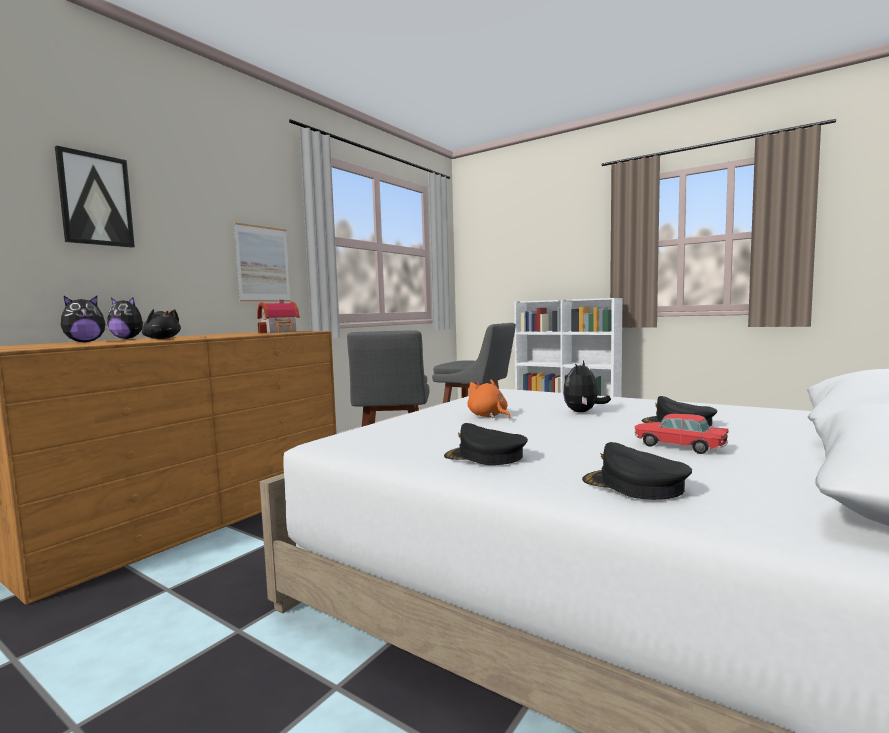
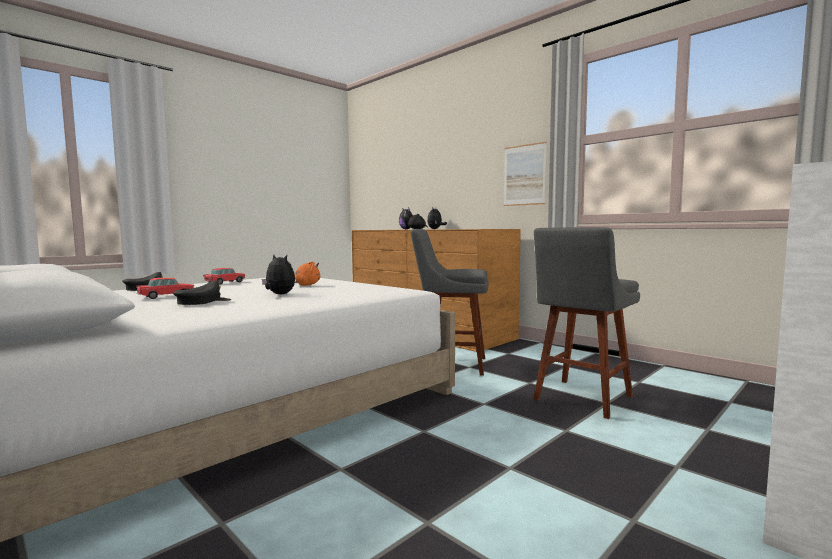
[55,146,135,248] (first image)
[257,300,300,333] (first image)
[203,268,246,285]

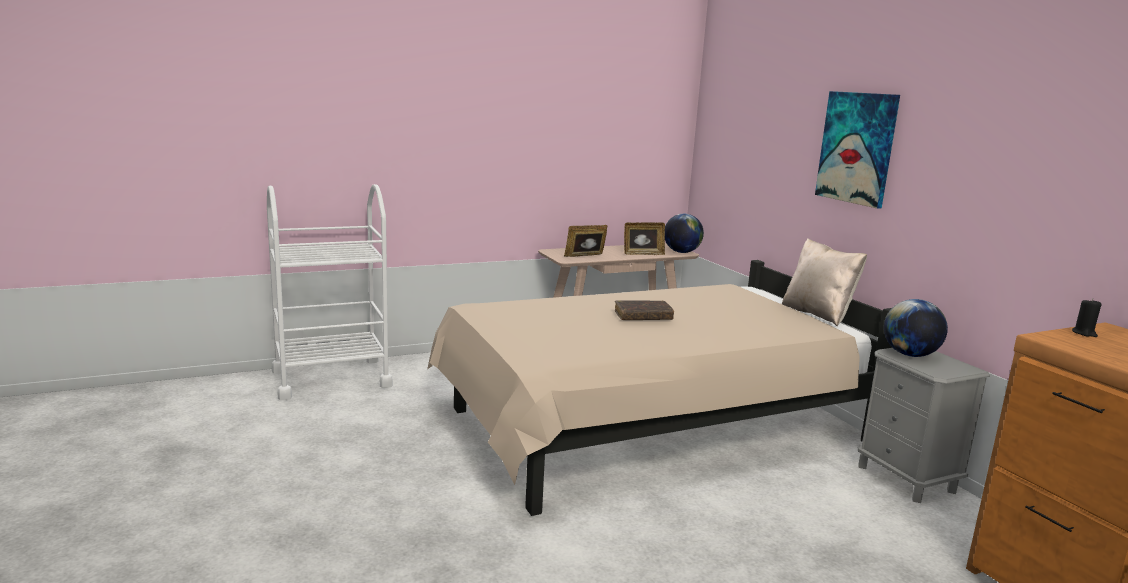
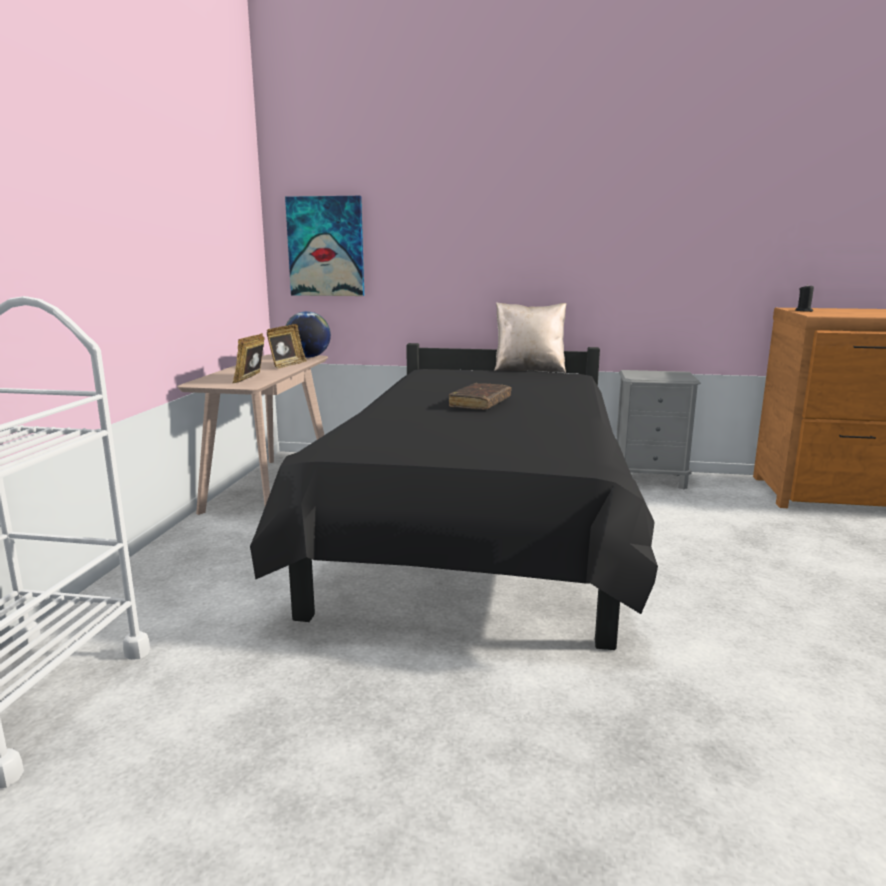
[285,196,364,296]
[250,343,658,650]
[884,299,948,357] (first image)

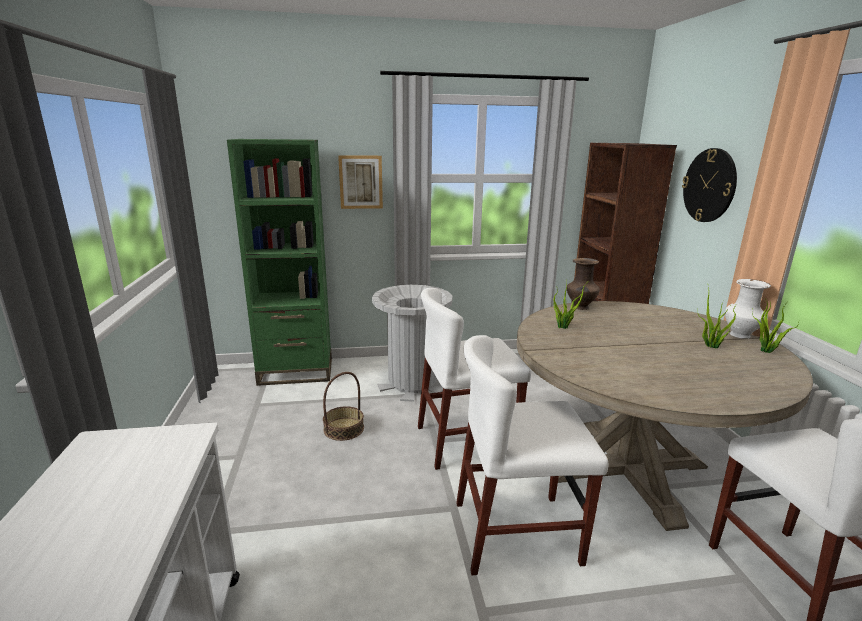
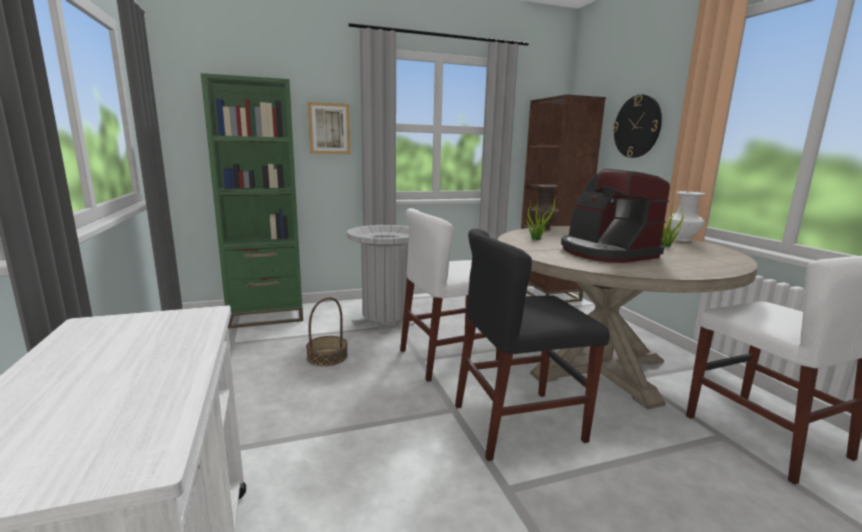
[752,298,799,353] (first image)
[455,229,610,461]
[561,169,670,263]

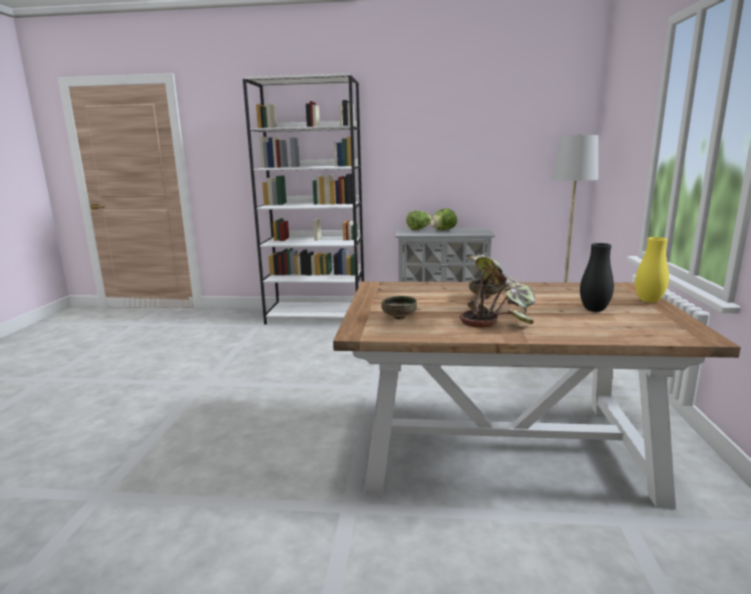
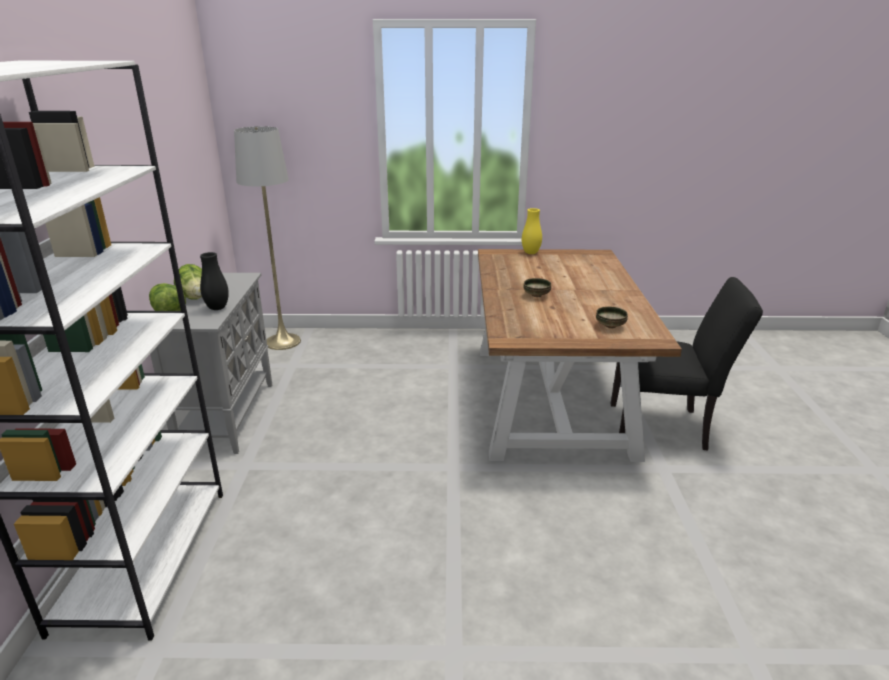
[200,252,229,310]
[459,254,535,328] (first image)
[611,277,763,450]

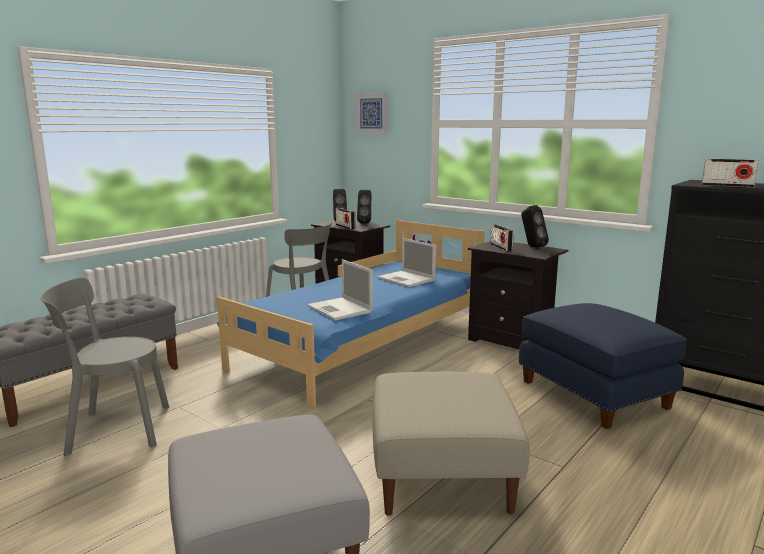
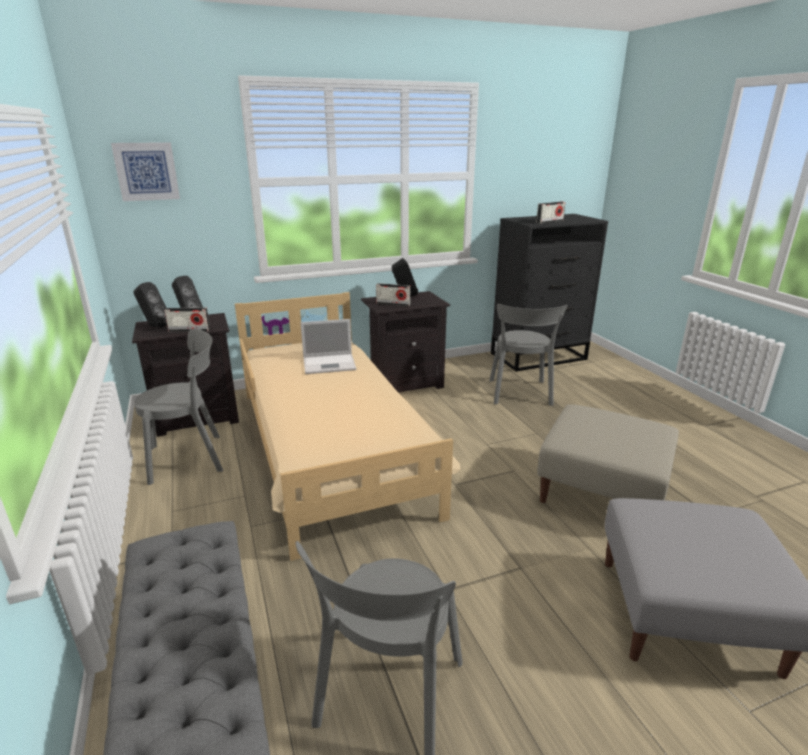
[235,292,461,561]
[307,259,373,320] (first image)
[489,304,568,406]

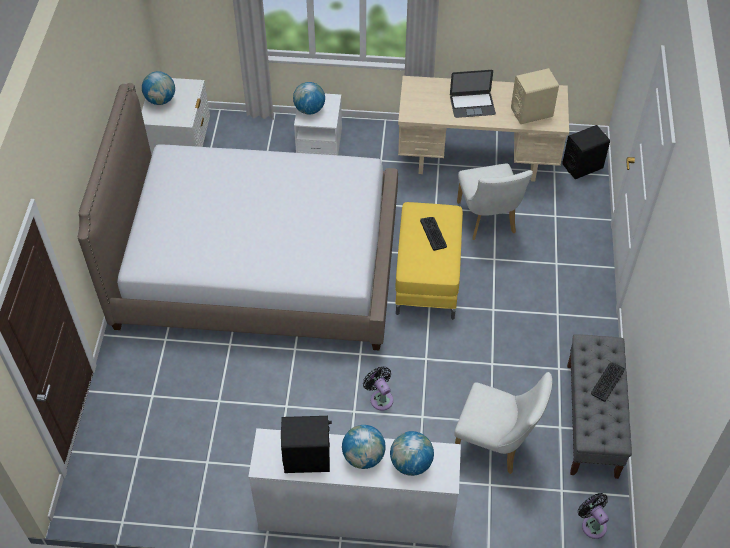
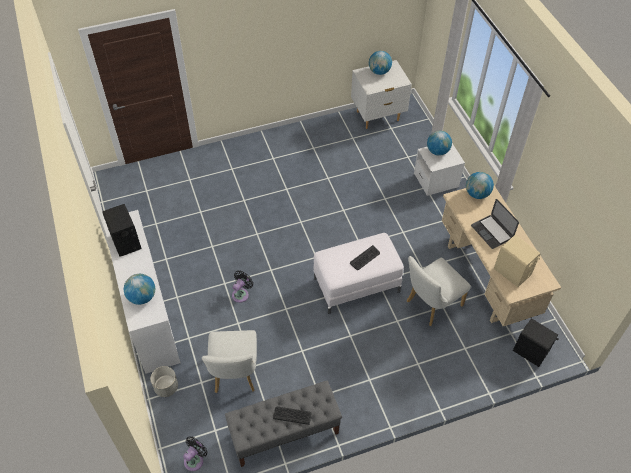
[78,83,398,350] (first image)
[314,233,404,314]
[466,172,494,199]
[151,366,178,397]

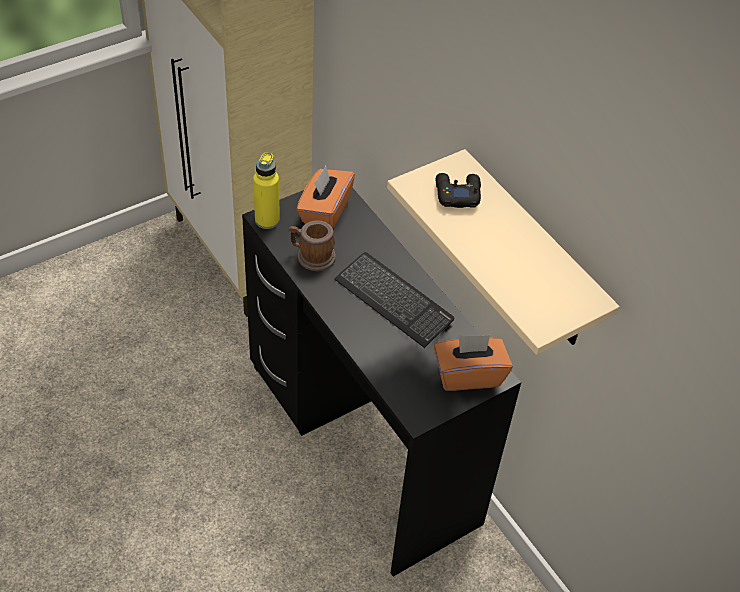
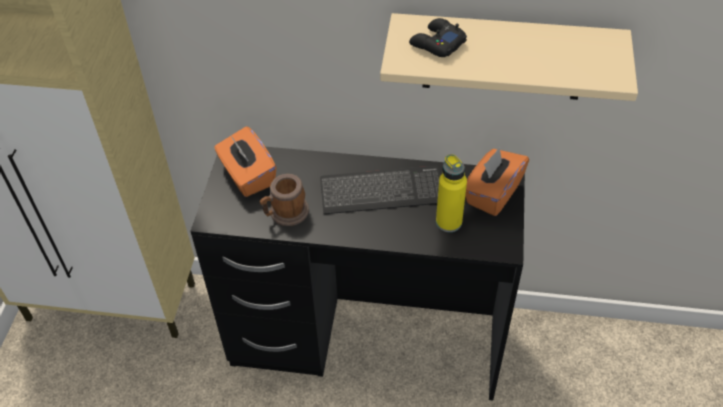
[436,154,467,232]

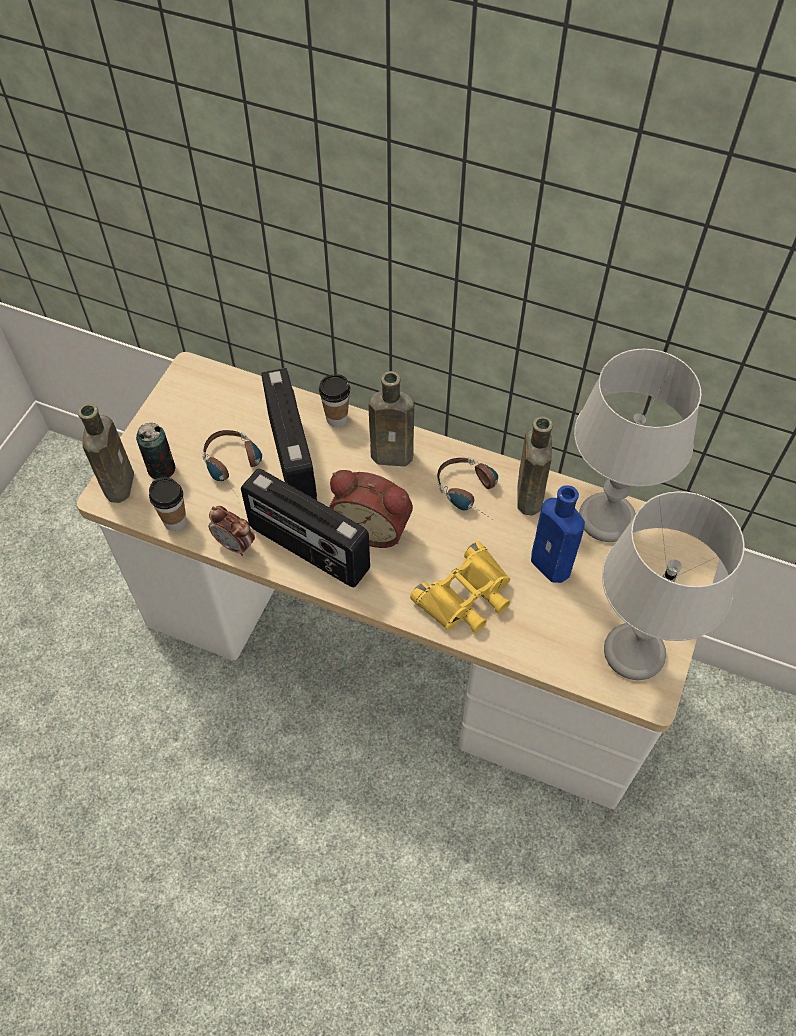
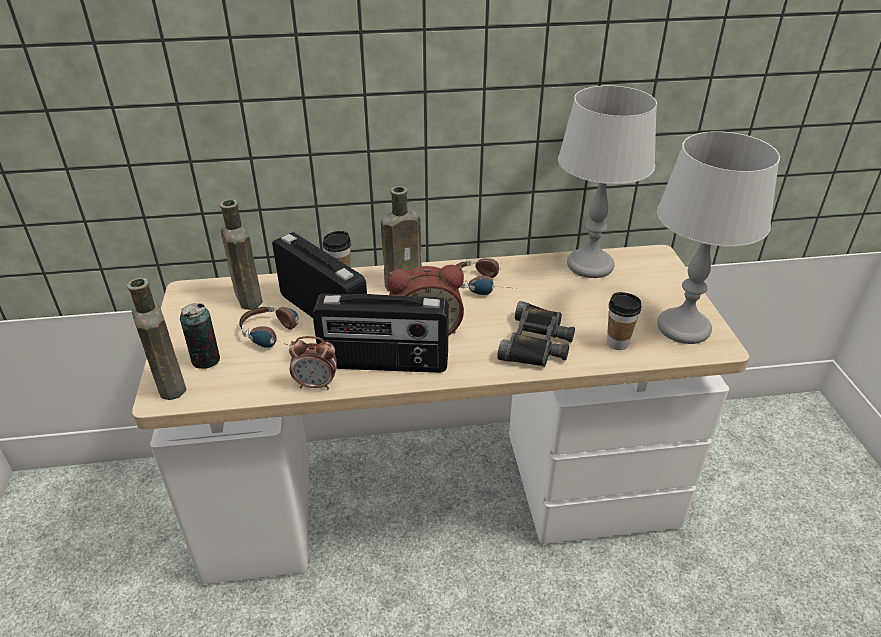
[220,199,263,310]
[607,292,641,350]
[531,485,585,583] (first image)
[497,301,575,367]

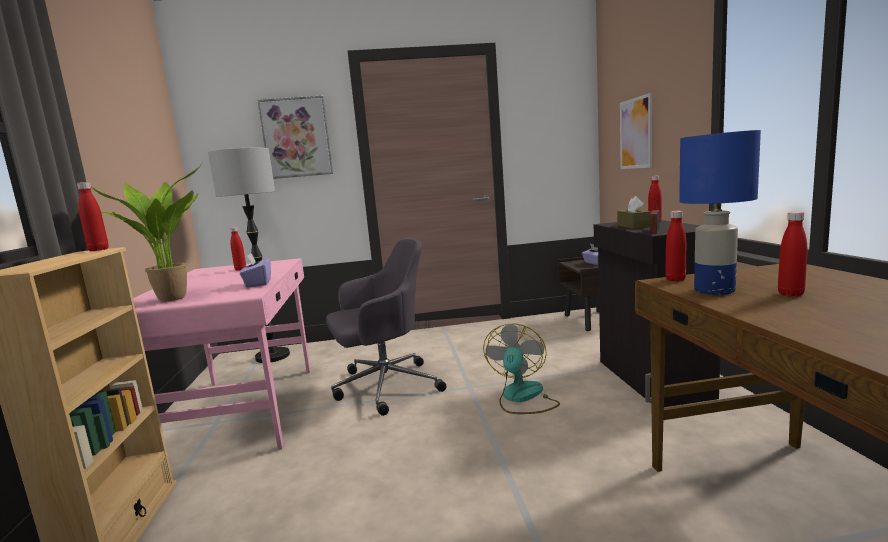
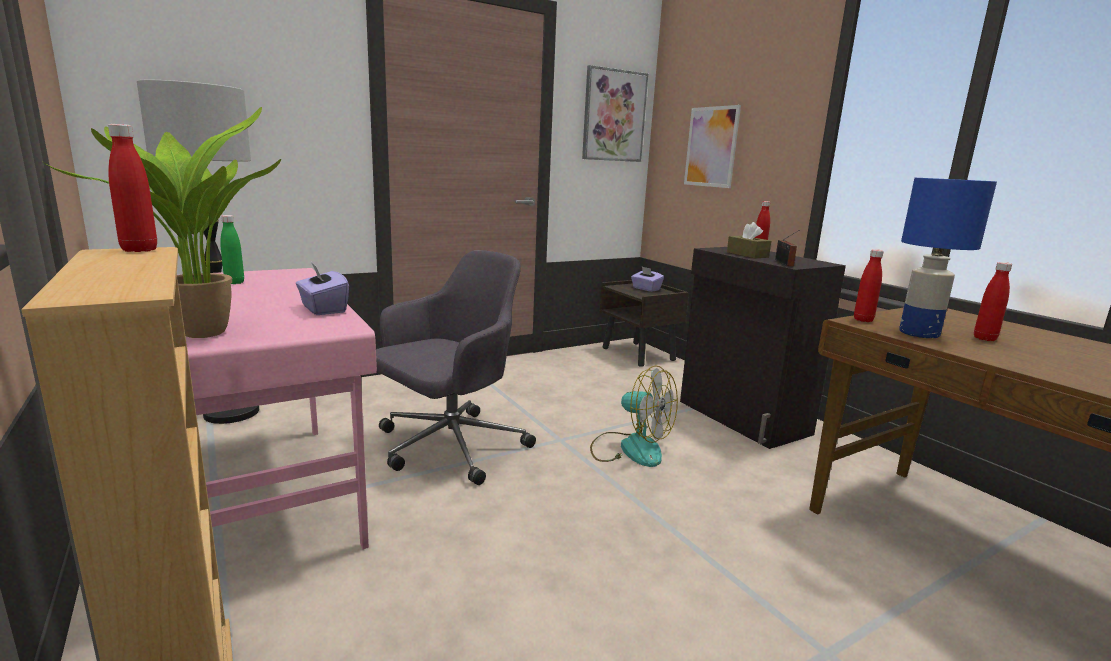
[582,65,648,162]
[220,215,244,284]
[590,365,678,467]

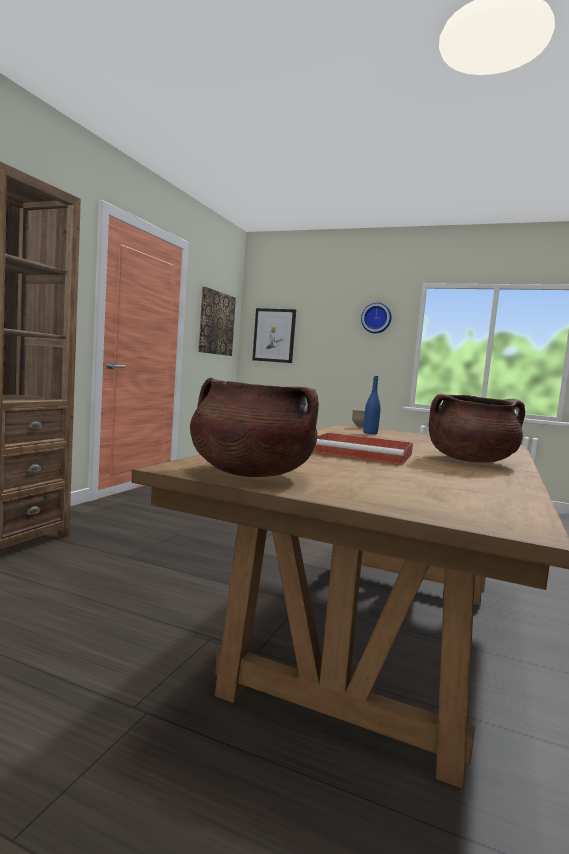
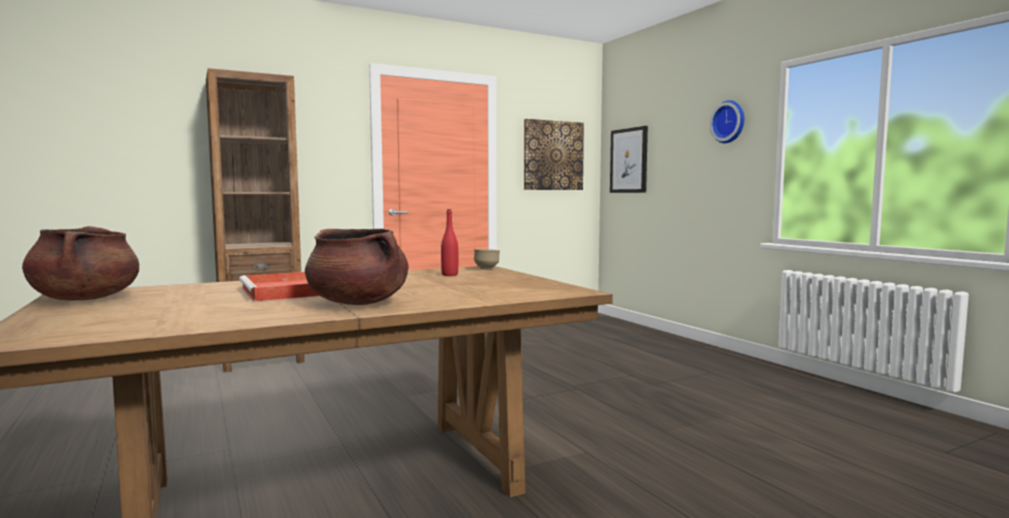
[441,209,458,276]

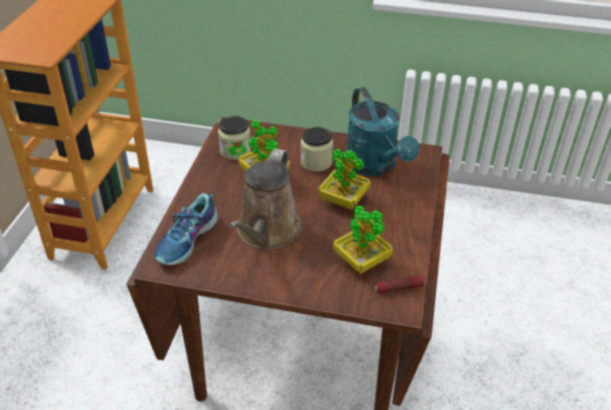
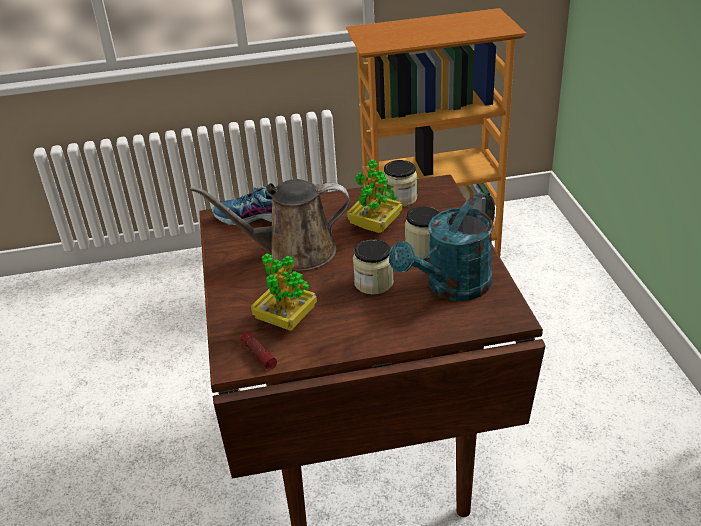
[353,239,394,295]

